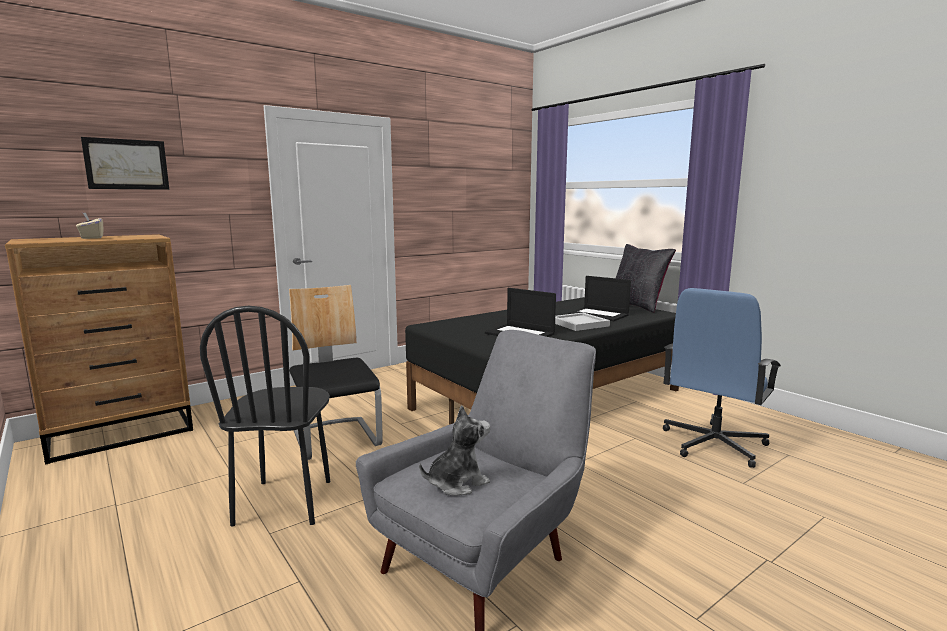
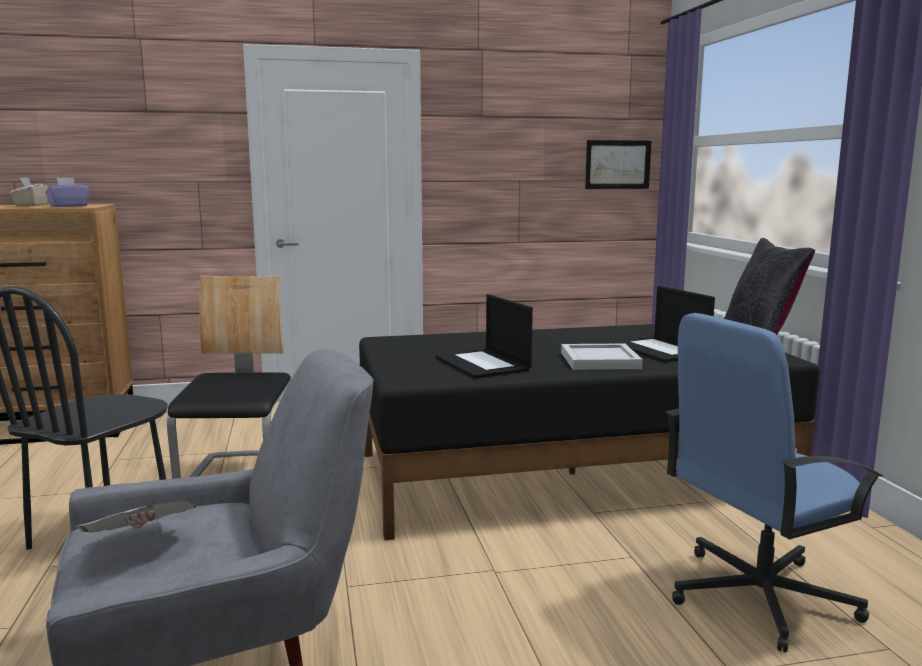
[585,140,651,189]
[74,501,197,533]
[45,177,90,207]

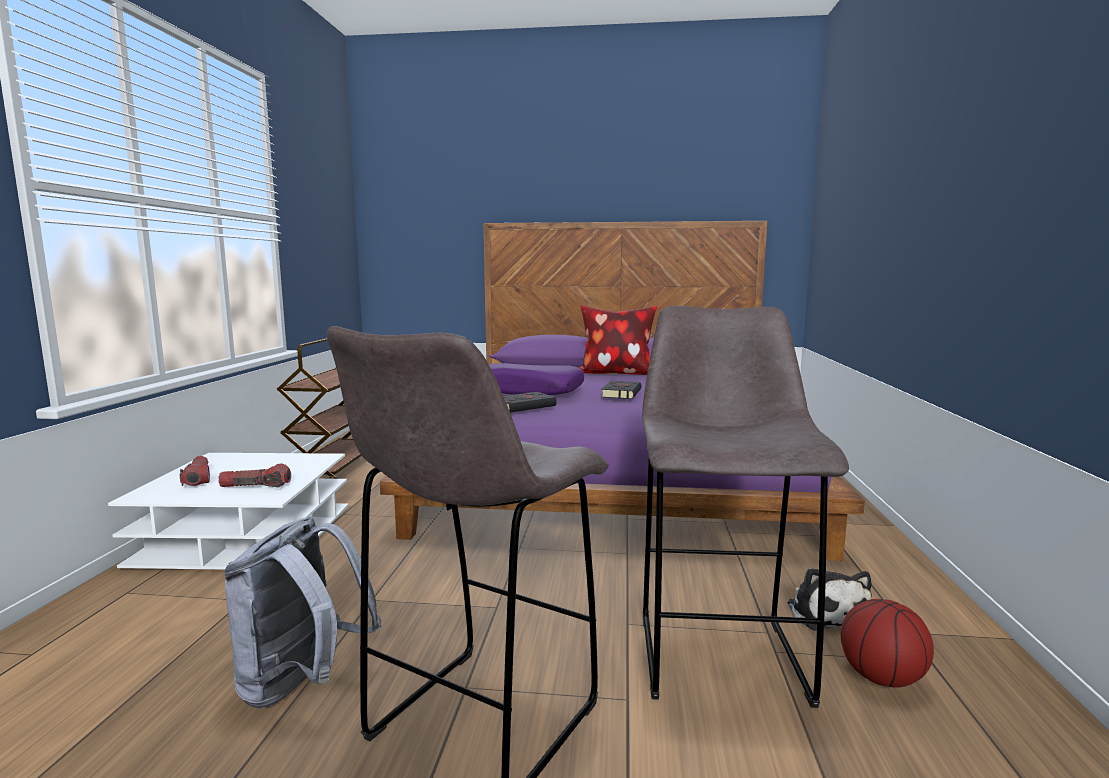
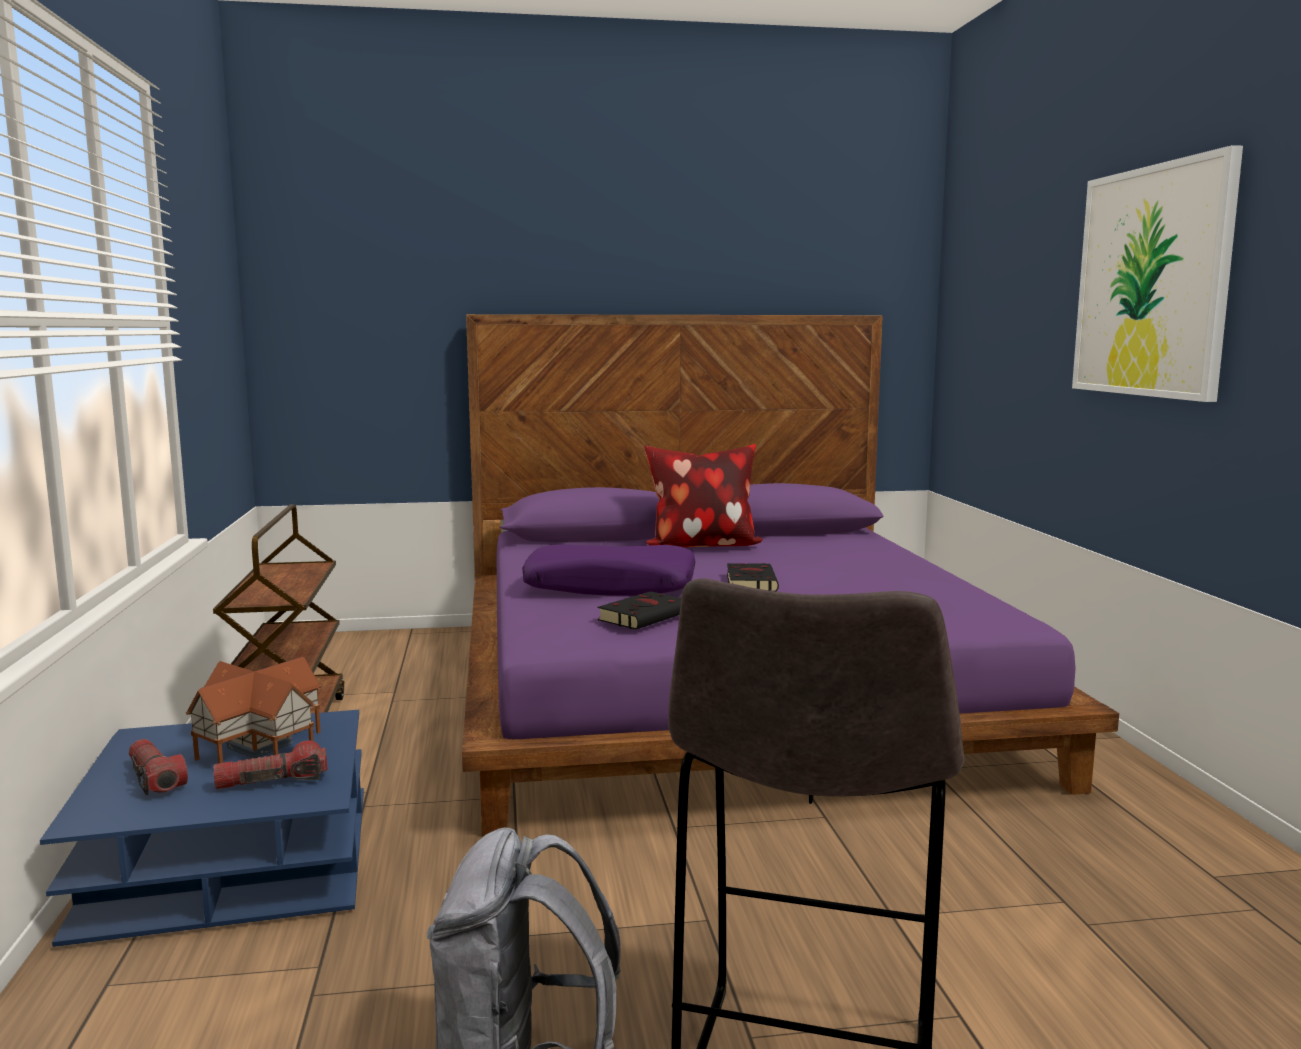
[642,306,849,708] (first image)
[40,710,364,947]
[788,568,872,630] (first image)
[841,599,934,688] (first image)
[1072,145,1243,402]
[186,657,321,764]

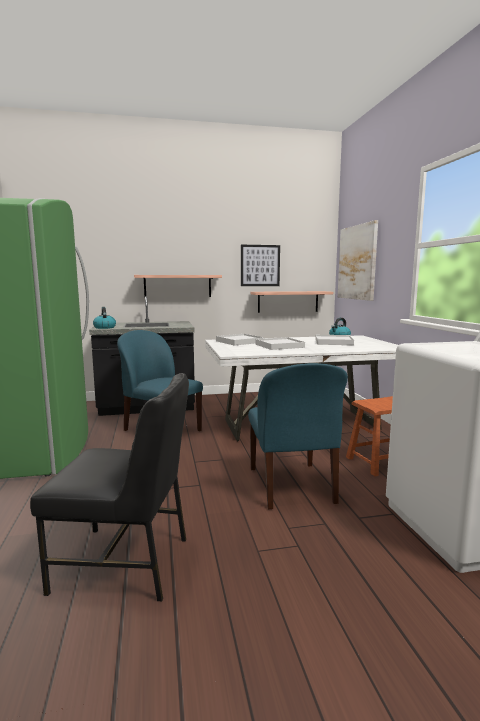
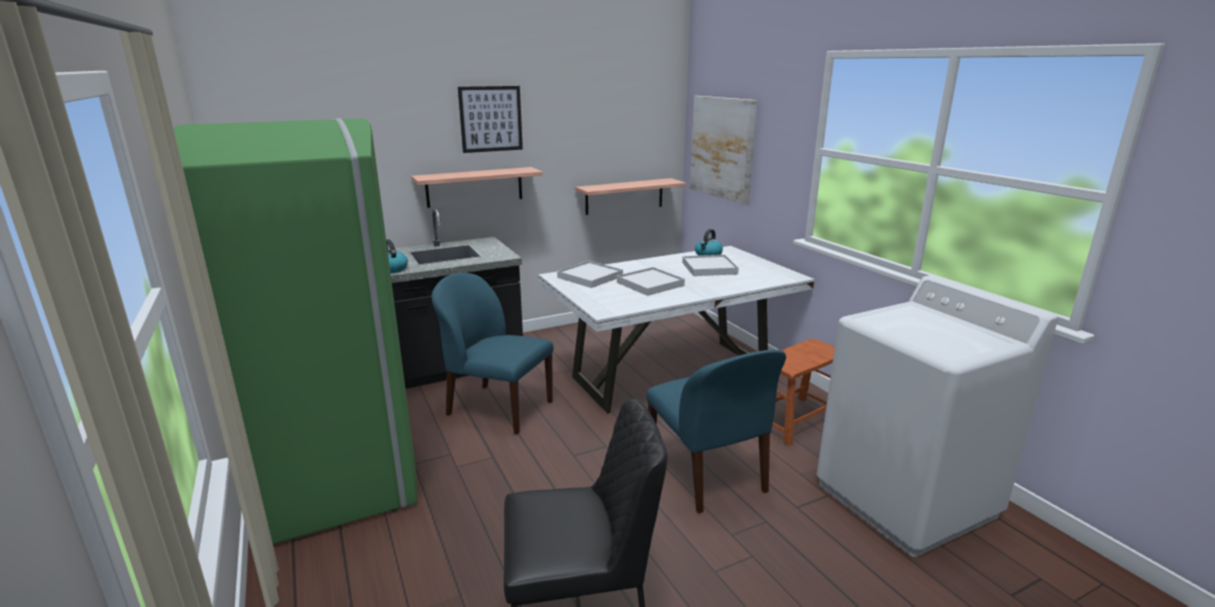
[458,86,523,153]

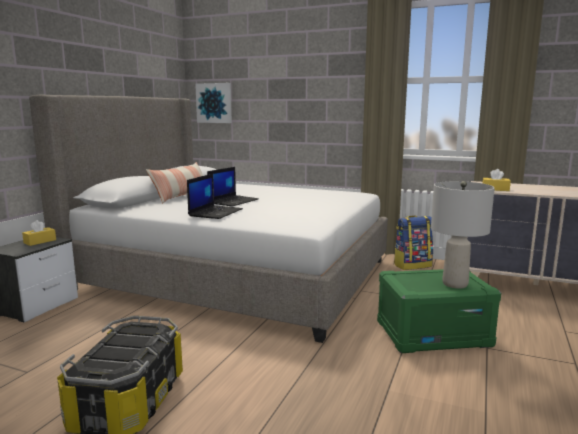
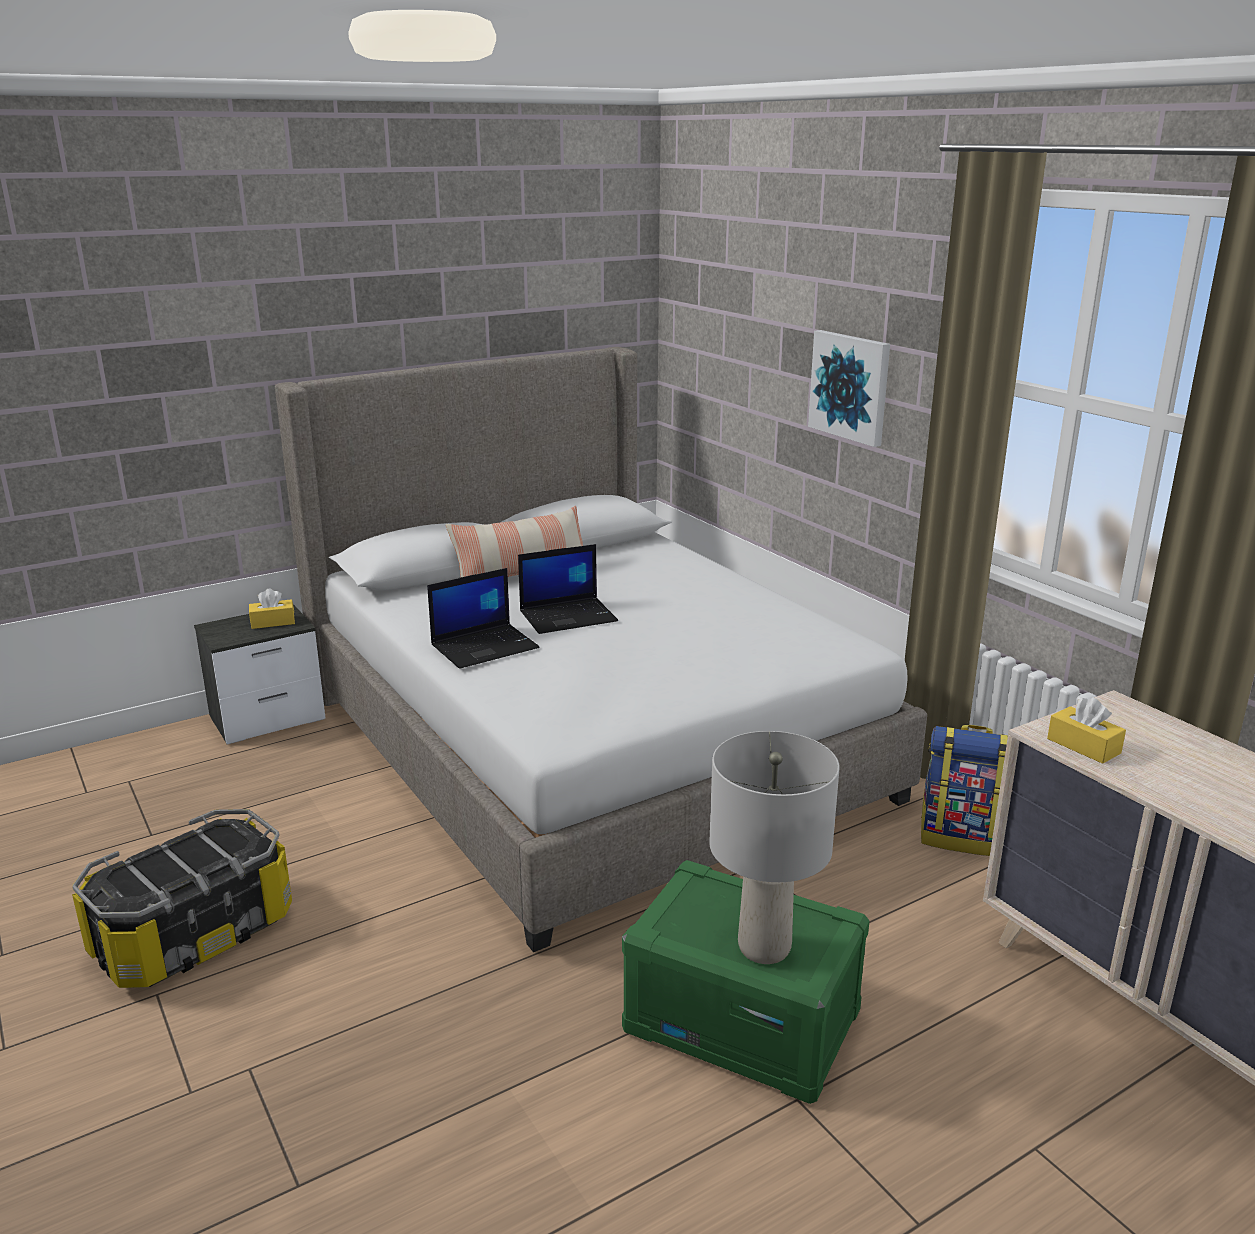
[808,330,890,447]

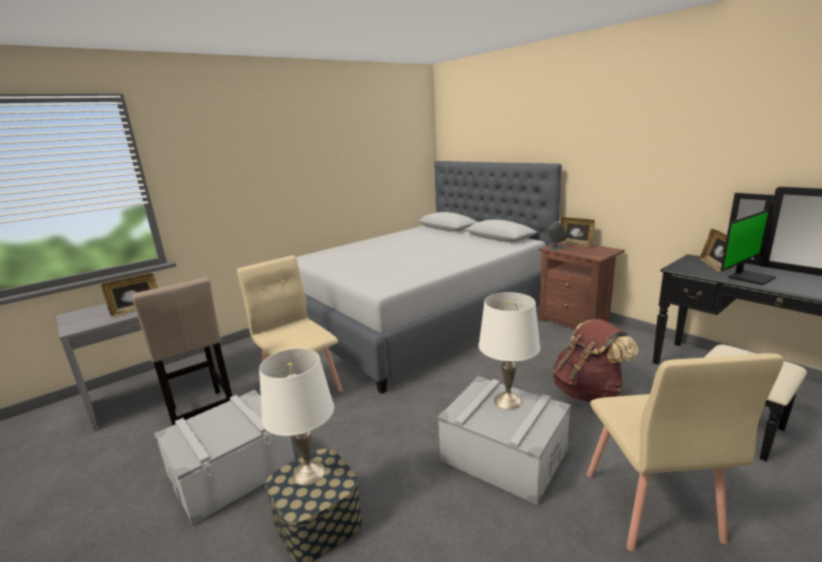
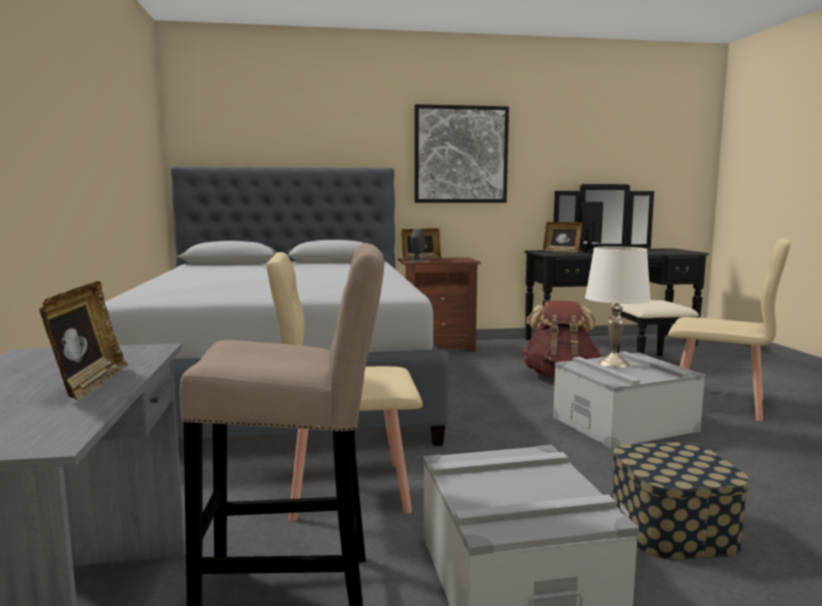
[259,348,334,485] (first image)
[414,104,509,203]

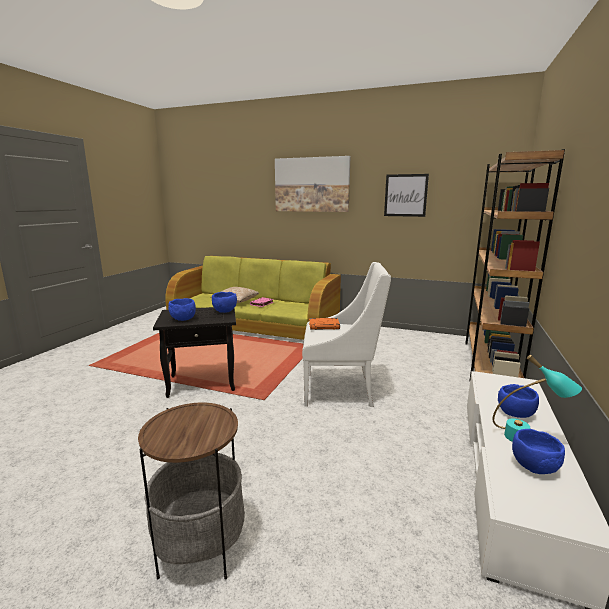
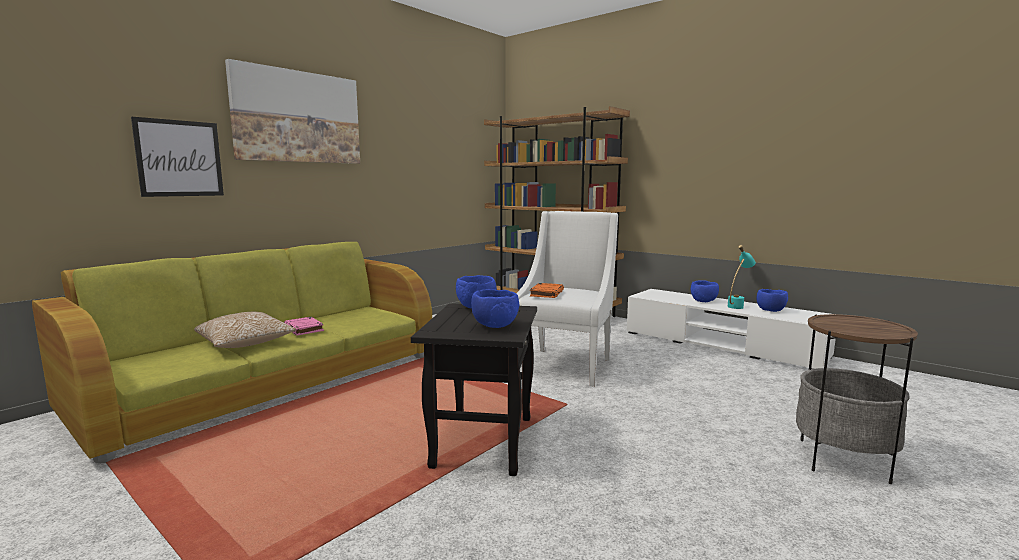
[131,117,224,197]

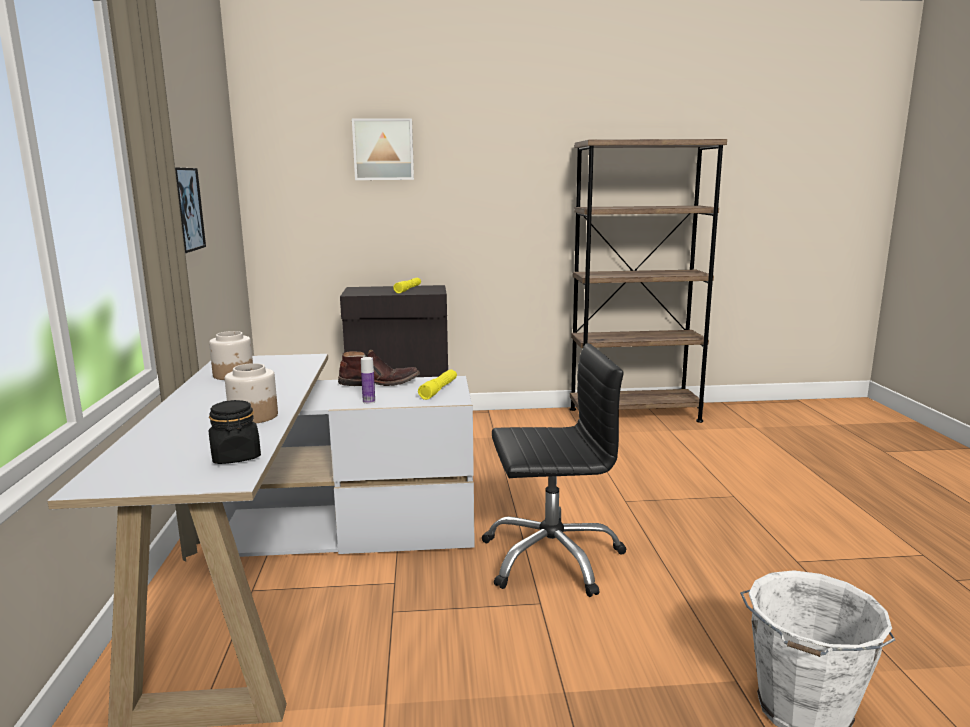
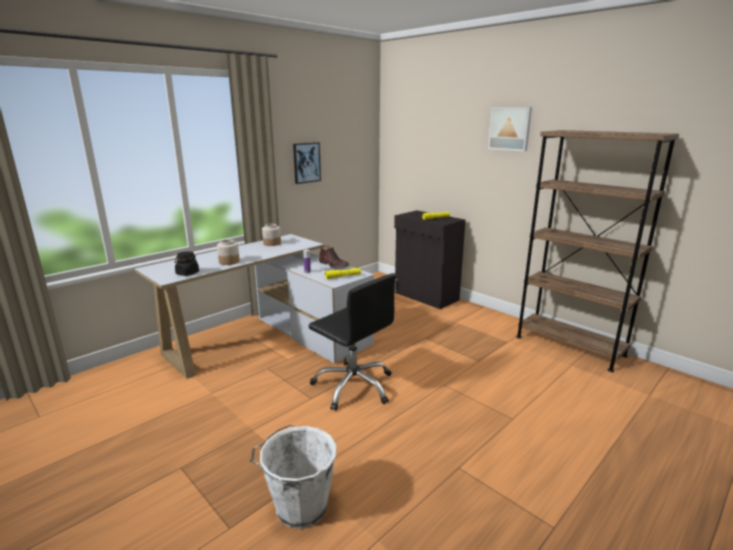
[488,107,532,151]

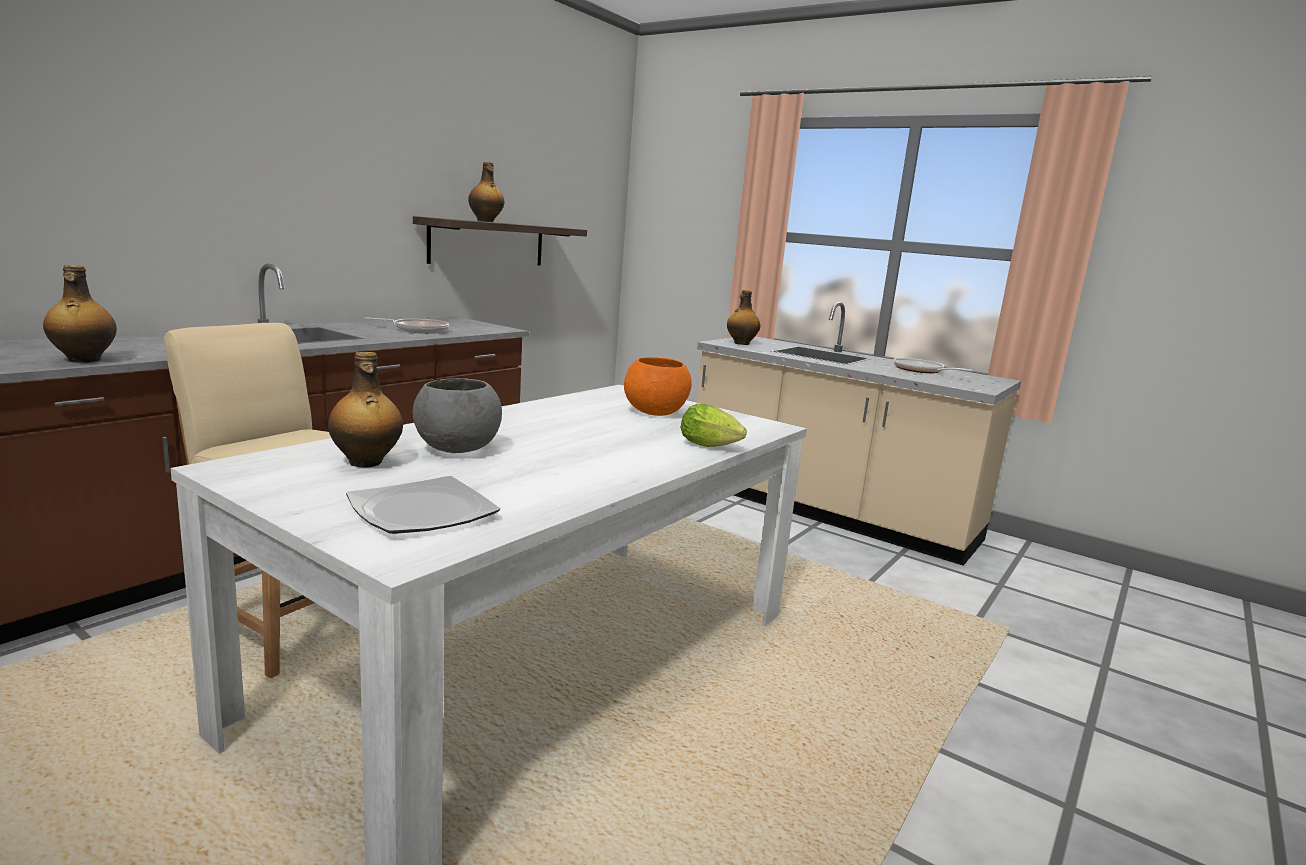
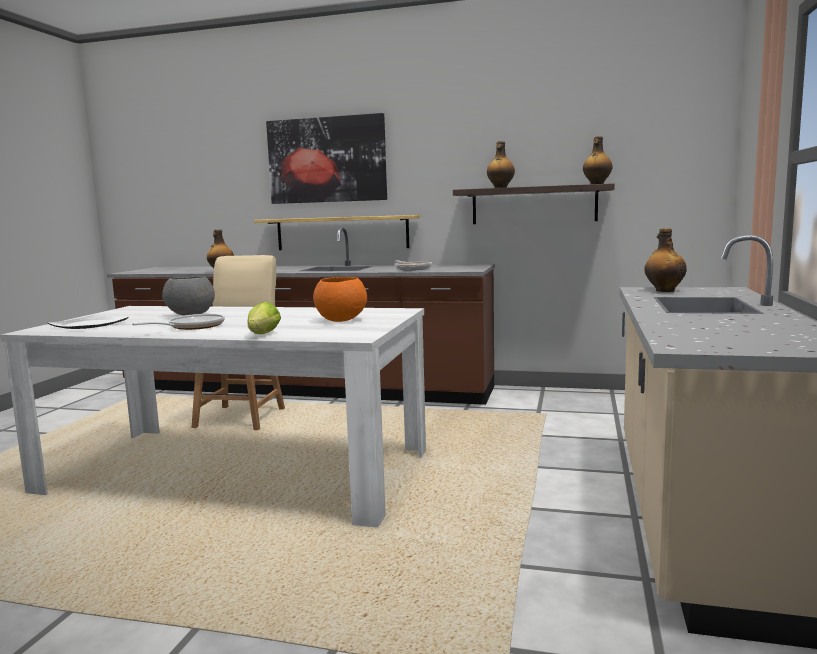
[583,136,613,184]
[132,314,225,330]
[266,113,387,204]
[254,215,420,250]

